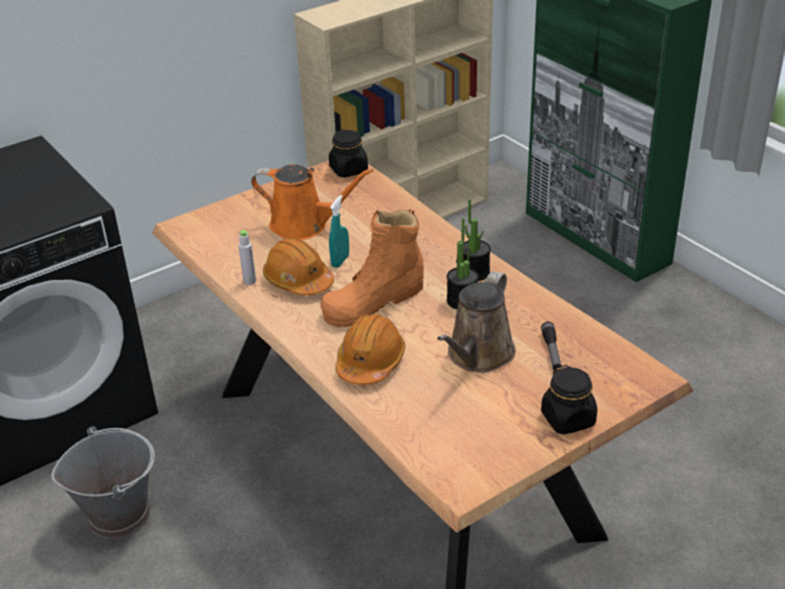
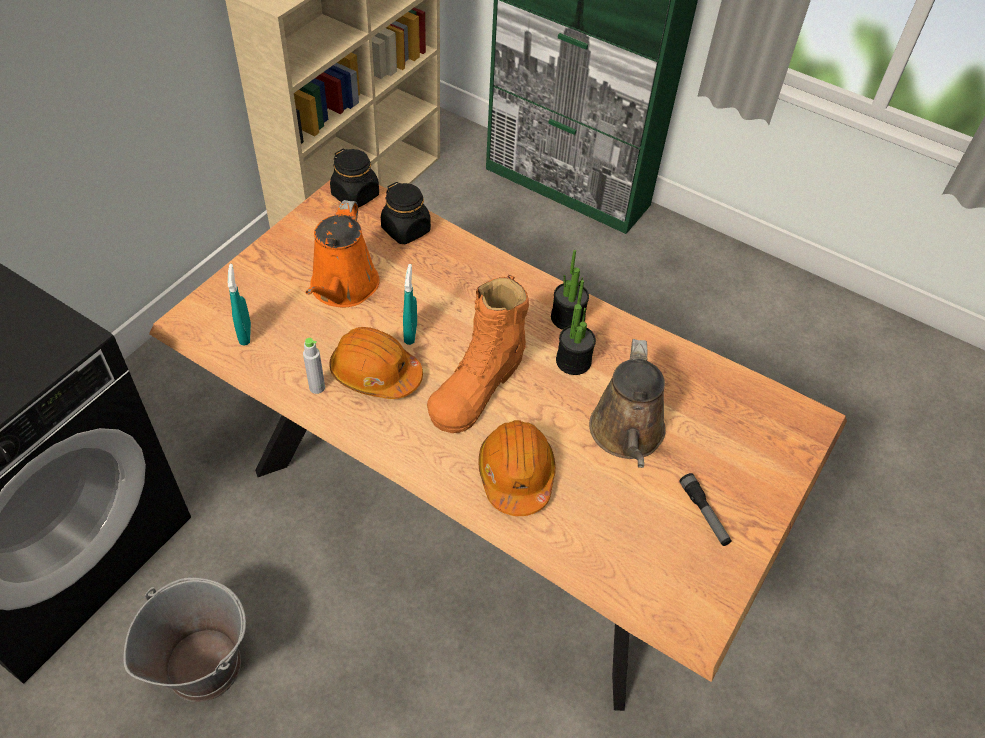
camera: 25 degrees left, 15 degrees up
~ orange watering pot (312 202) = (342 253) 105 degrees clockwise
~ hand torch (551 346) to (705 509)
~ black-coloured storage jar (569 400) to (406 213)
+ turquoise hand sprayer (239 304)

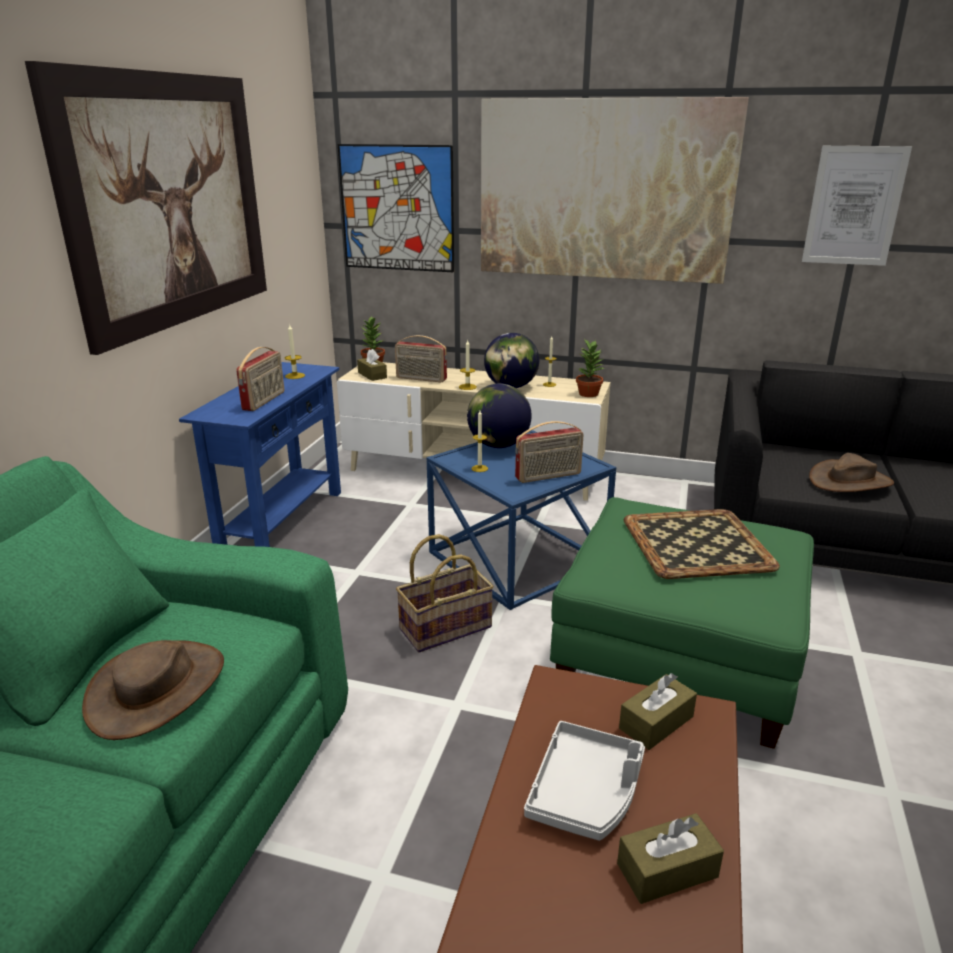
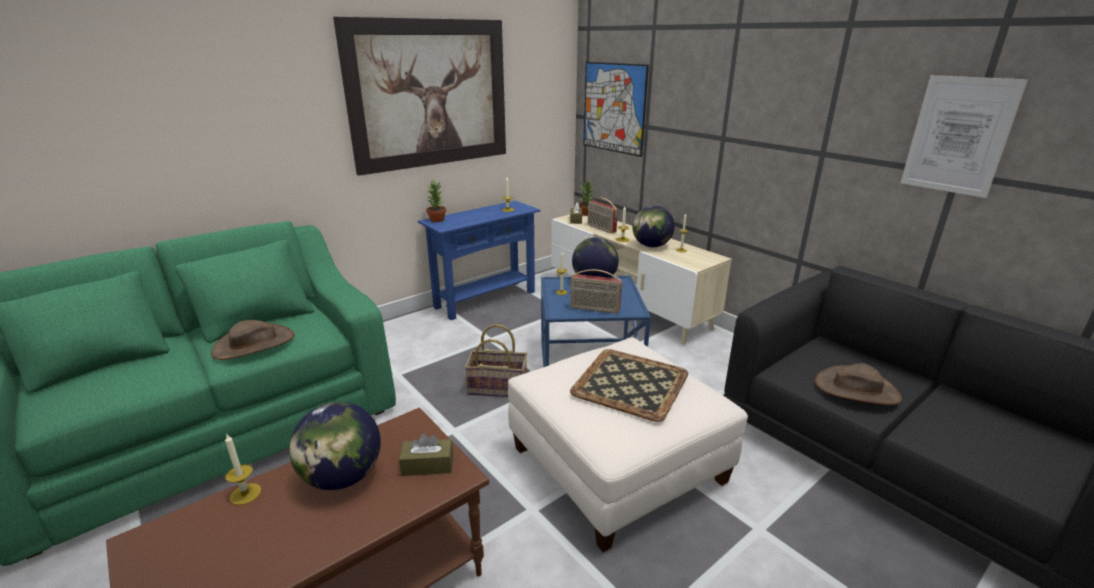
camera: 35 degrees right, 0 degrees up
- radio receiver (260 379)
- wall picture (615 190)
~ greyish serving tray (584 781) to world globe (335 446)
~ green-coloured pouffe (682 623) to whitish pouffe (628 444)
~ plant in a pot (590 368) to (436 201)
- brownish tissue box (670 858)
+ wax candle (243 469)

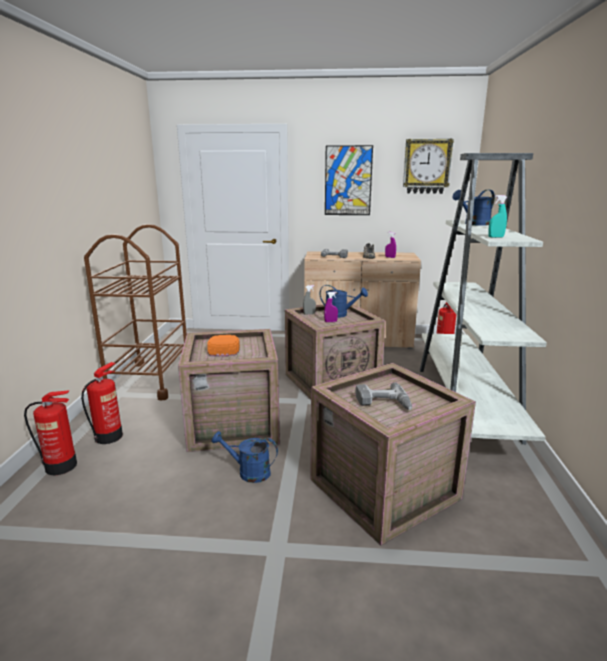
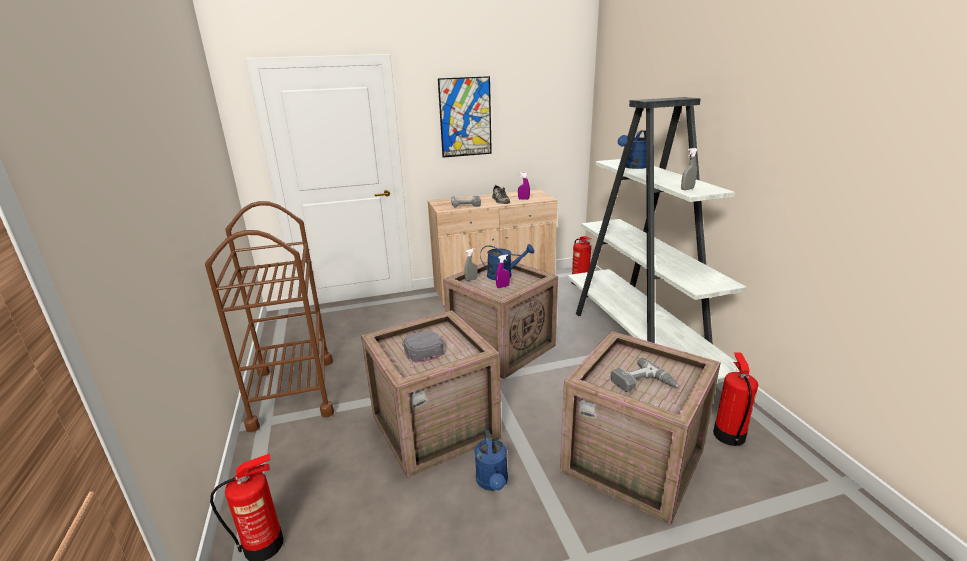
camera: 20 degrees left, 5 degrees up
~ fire-fighting cylinder (102 403) to (735 399)
~ orange peaked cap (223 346) to greyish peaked cap (423 346)
~ blue-coloured watering pot (244 457) = (491 460) 90 degrees counterclockwise
- hanging clock (428 166)
~ turquoise hand sprayer (497 216) to greyish hand sprayer (689 169)

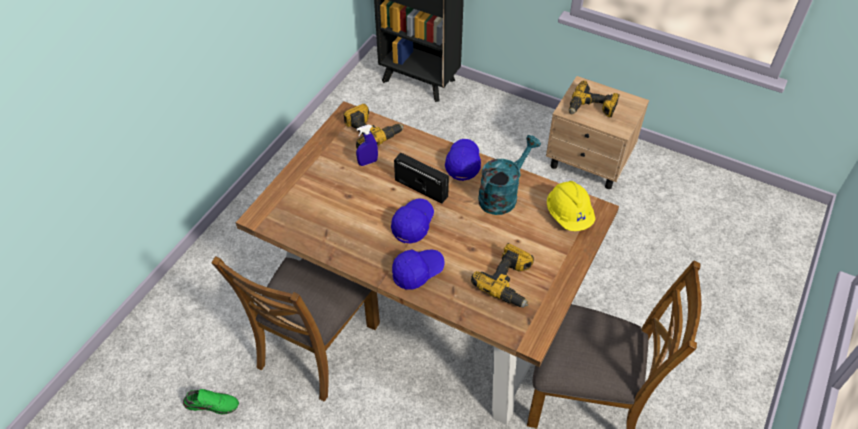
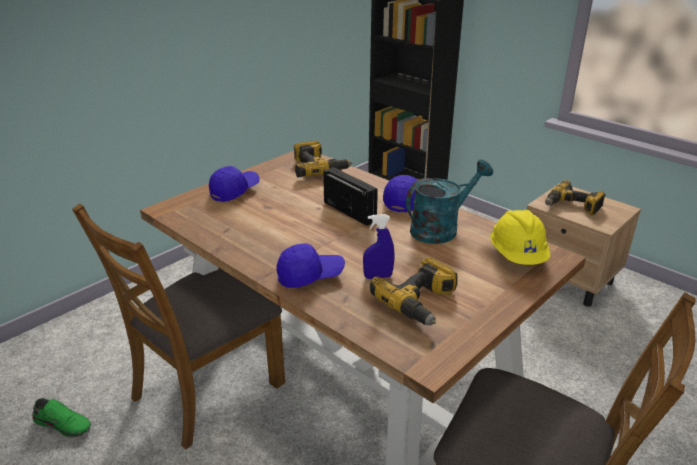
camera: 15 degrees right, 20 degrees down
~ blue-coloured hand sprayer (367 145) to (379 246)
~ blue-coloured peaked cap (412 221) to (234 184)

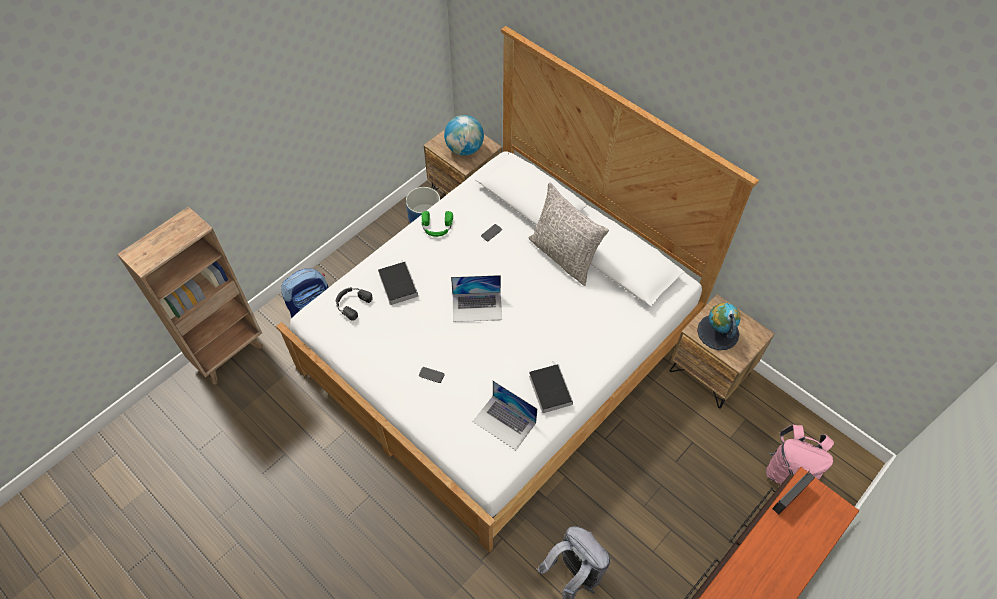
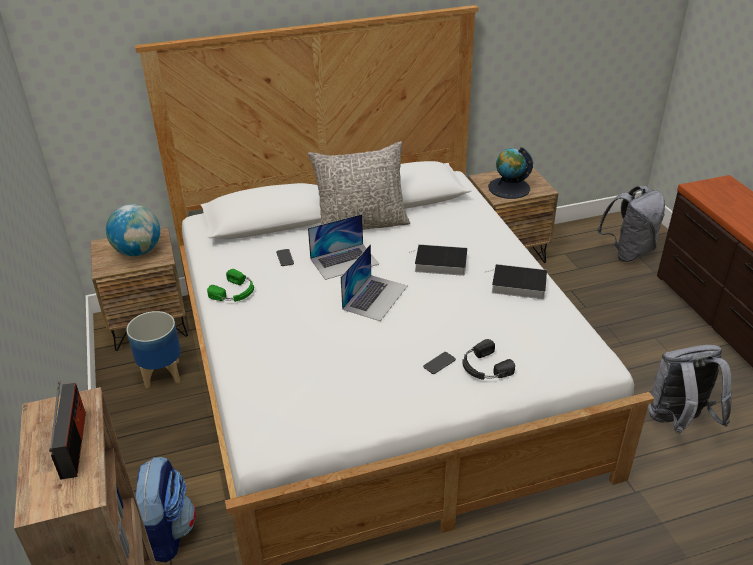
camera: 60 degrees left, 20 degrees down
~ black-coloured headset (354 304) to (488 359)
~ volume (398 283) to (438 260)
~ laptop (505 415) to (343 247)
~ pink-coloured backpack (800 454) to greyish backpack (631 224)
~ radio receiver (793 493) to (67 430)

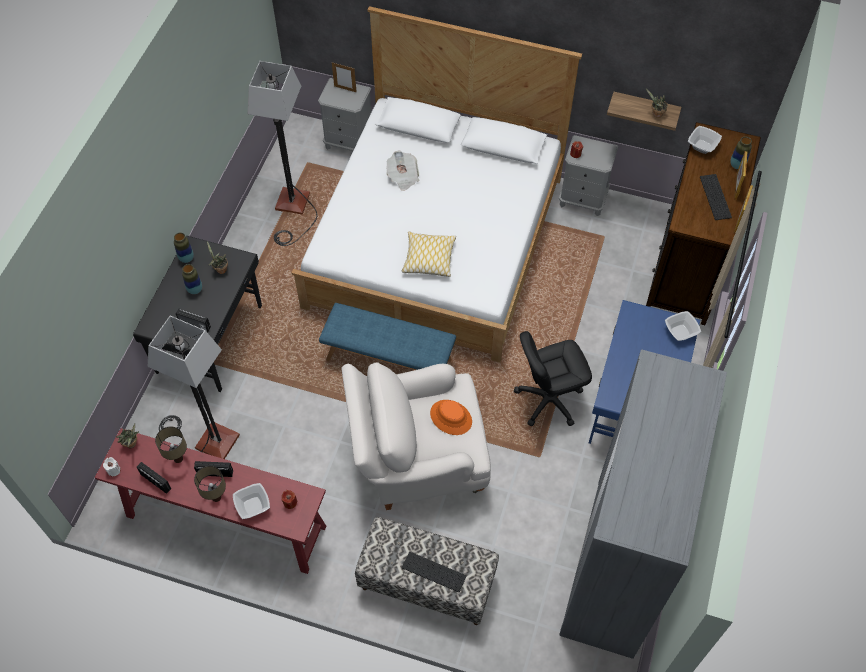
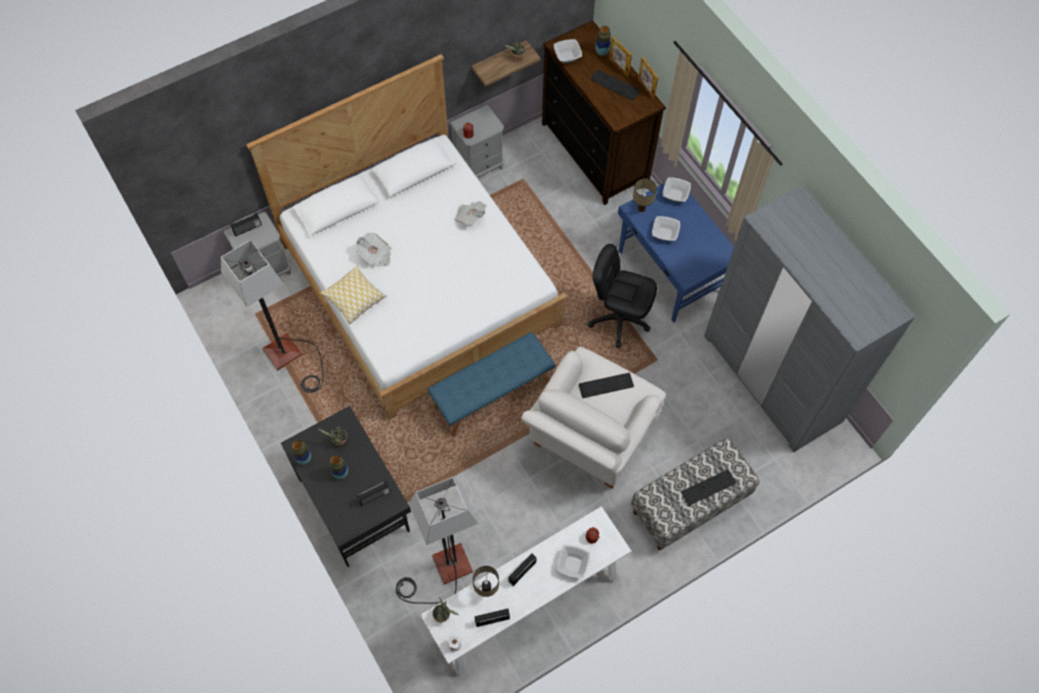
camera: 50 degrees left, 5 degrees up
~ reddish console table (210 501) to whitish console table (525 591)
~ tabletop lamp (210 484) to (645 195)
~ photo frame (344 77) to radio receiver (246 224)
~ throw pillow (429 254) to (353 294)
~ orange clothing hat (451 417) to computer keyboard (606 385)
~ black-coloured office chair (553 378) = (622 296) 90 degrees clockwise
+ newspaper (470 213)
+ serving bowl (666 228)

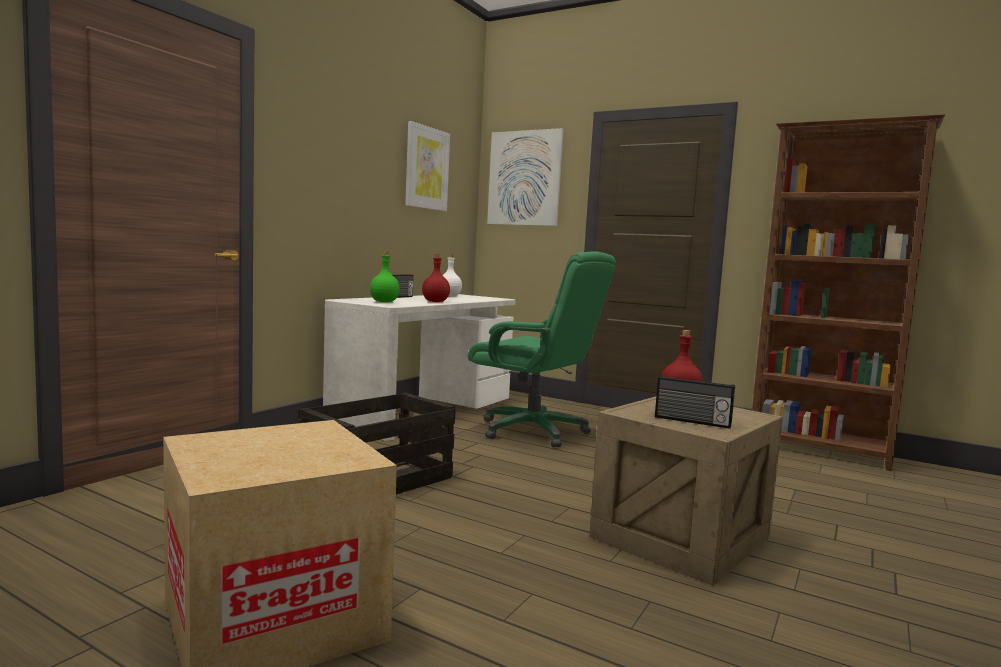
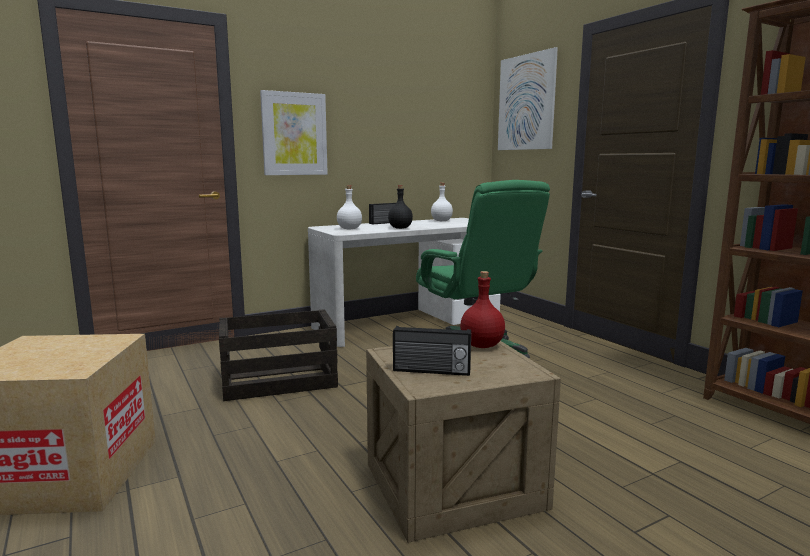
camera: 30 degrees right, 5 degrees up
~ green-coloured drink bottle (385 276) to whitish drink bottle (349 207)
~ wall picture (427 166) to (294 132)
~ reddish drink bottle (436 278) to black-coloured drink bottle (400 207)
~ radio receiver (695 402) = (432 351) 45 degrees counterclockwise

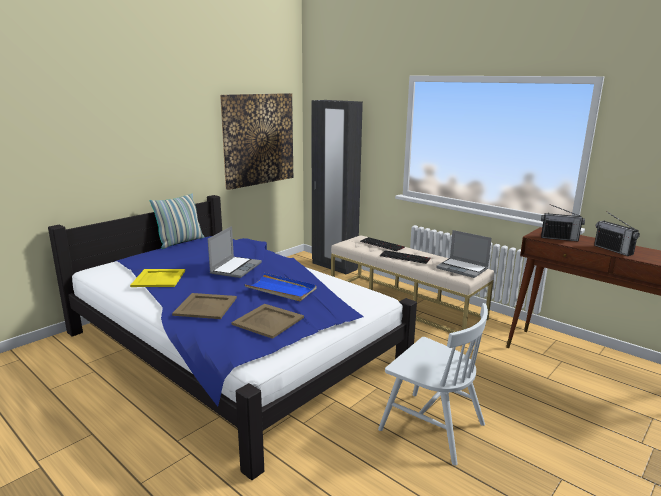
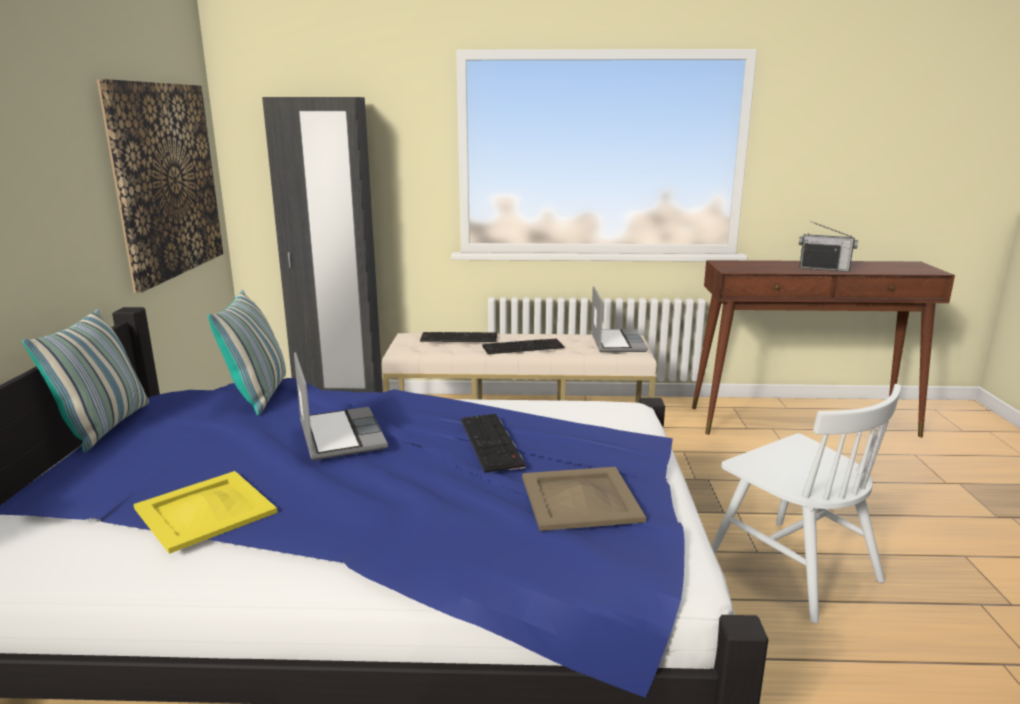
camera: 40 degrees left, 0 degrees up
- beige serving tray (204 306)
~ blue-coloured serving tray (280 287) to computer keyboard (493 443)
~ whitish plain chair (433 384) = (806 503) 60 degrees clockwise
~ laptop (464 254) = (619 319) 90 degrees counterclockwise
- radio receiver (563 223)
+ throw pillow (247 353)

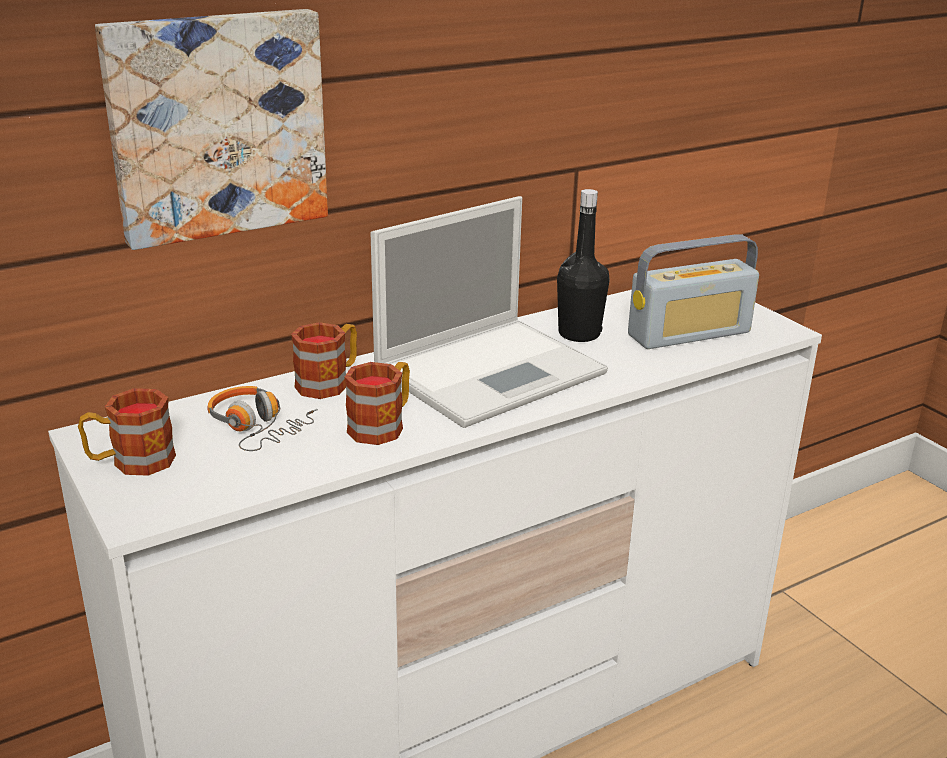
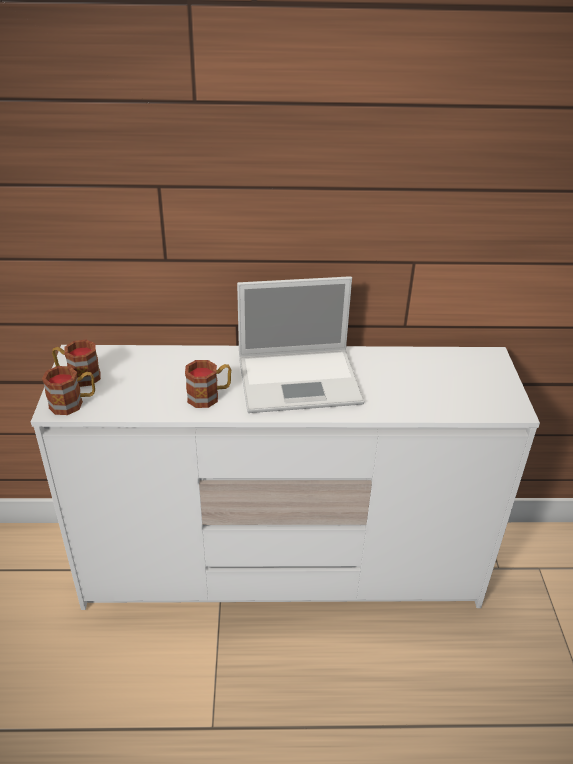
camera: 30 degrees right, 10 degrees up
- wall picture (211 129)
- headset (262 418)
~ mug (324 360) to (68 390)
- black-coloured drink bottle (583 265)
- radio receiver (693 291)

